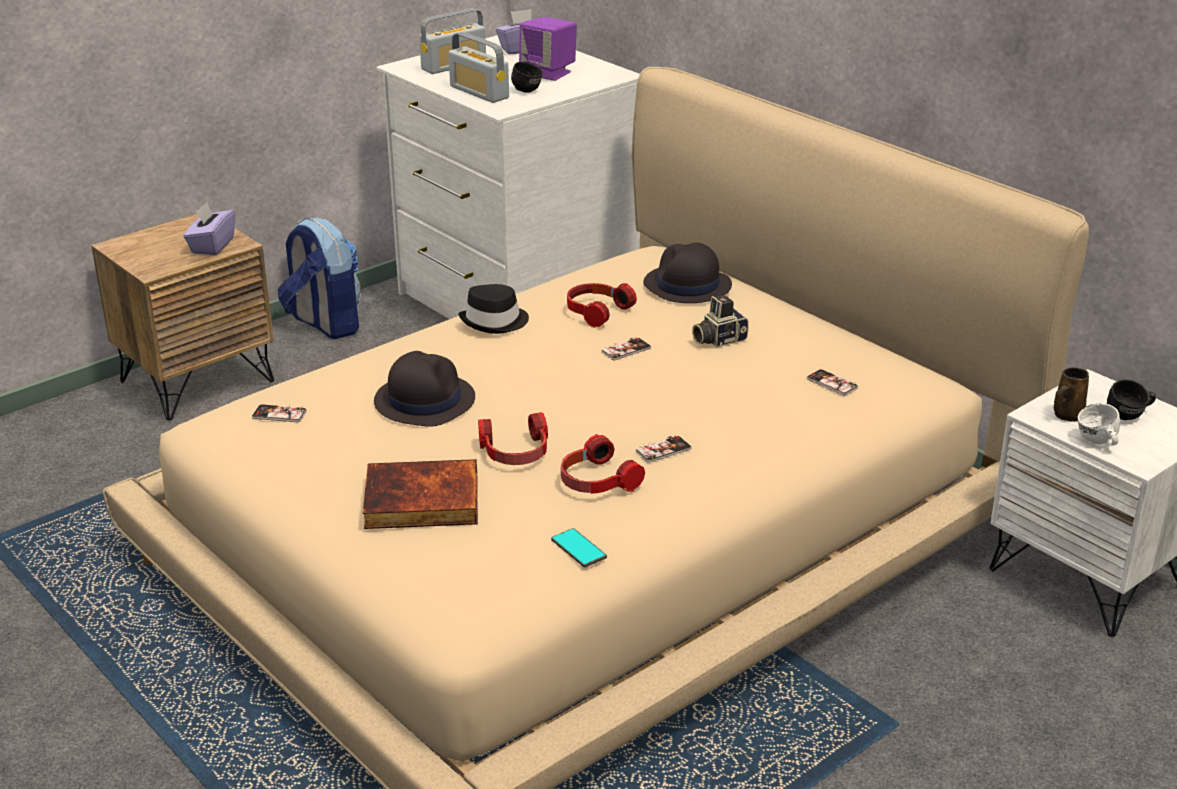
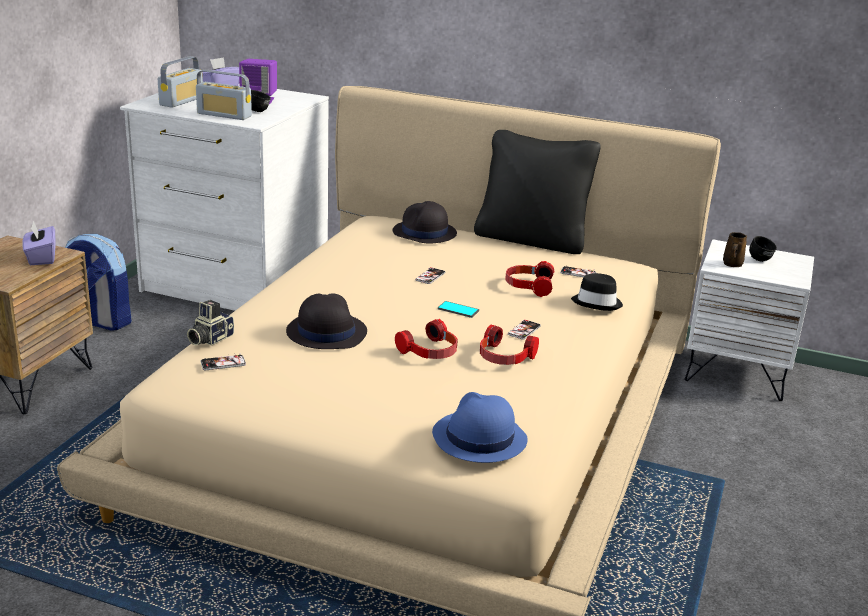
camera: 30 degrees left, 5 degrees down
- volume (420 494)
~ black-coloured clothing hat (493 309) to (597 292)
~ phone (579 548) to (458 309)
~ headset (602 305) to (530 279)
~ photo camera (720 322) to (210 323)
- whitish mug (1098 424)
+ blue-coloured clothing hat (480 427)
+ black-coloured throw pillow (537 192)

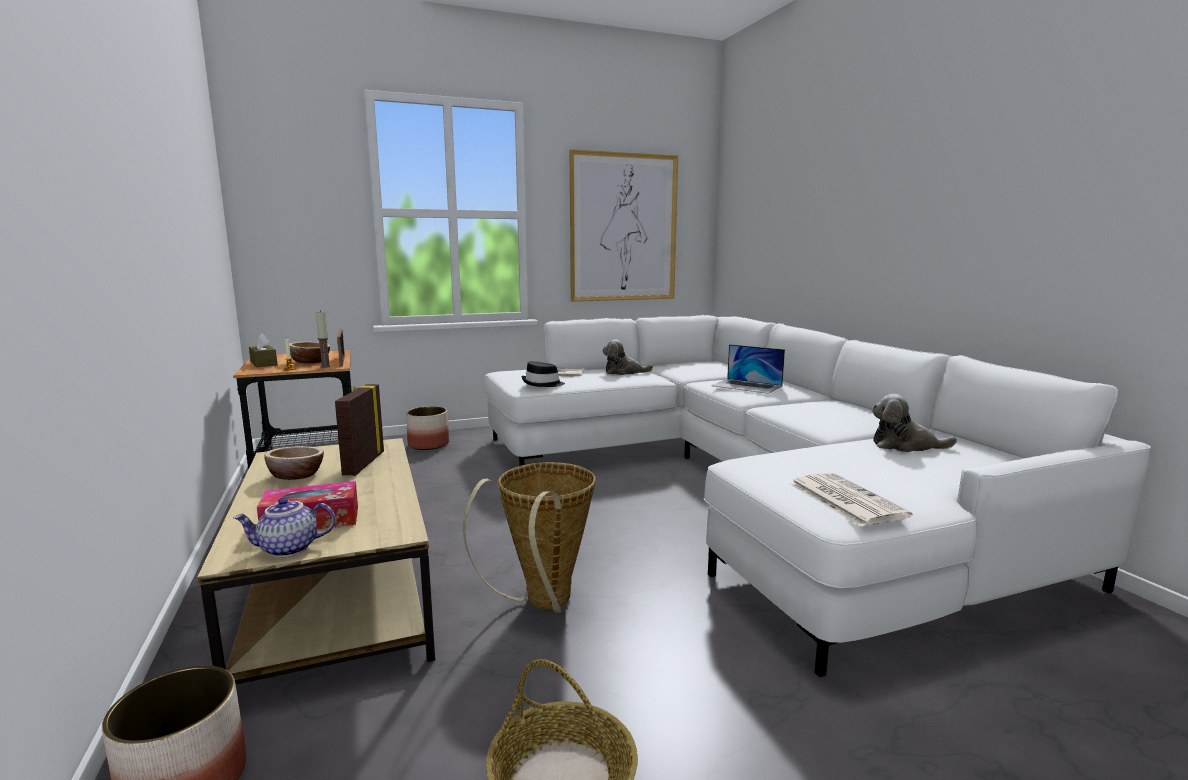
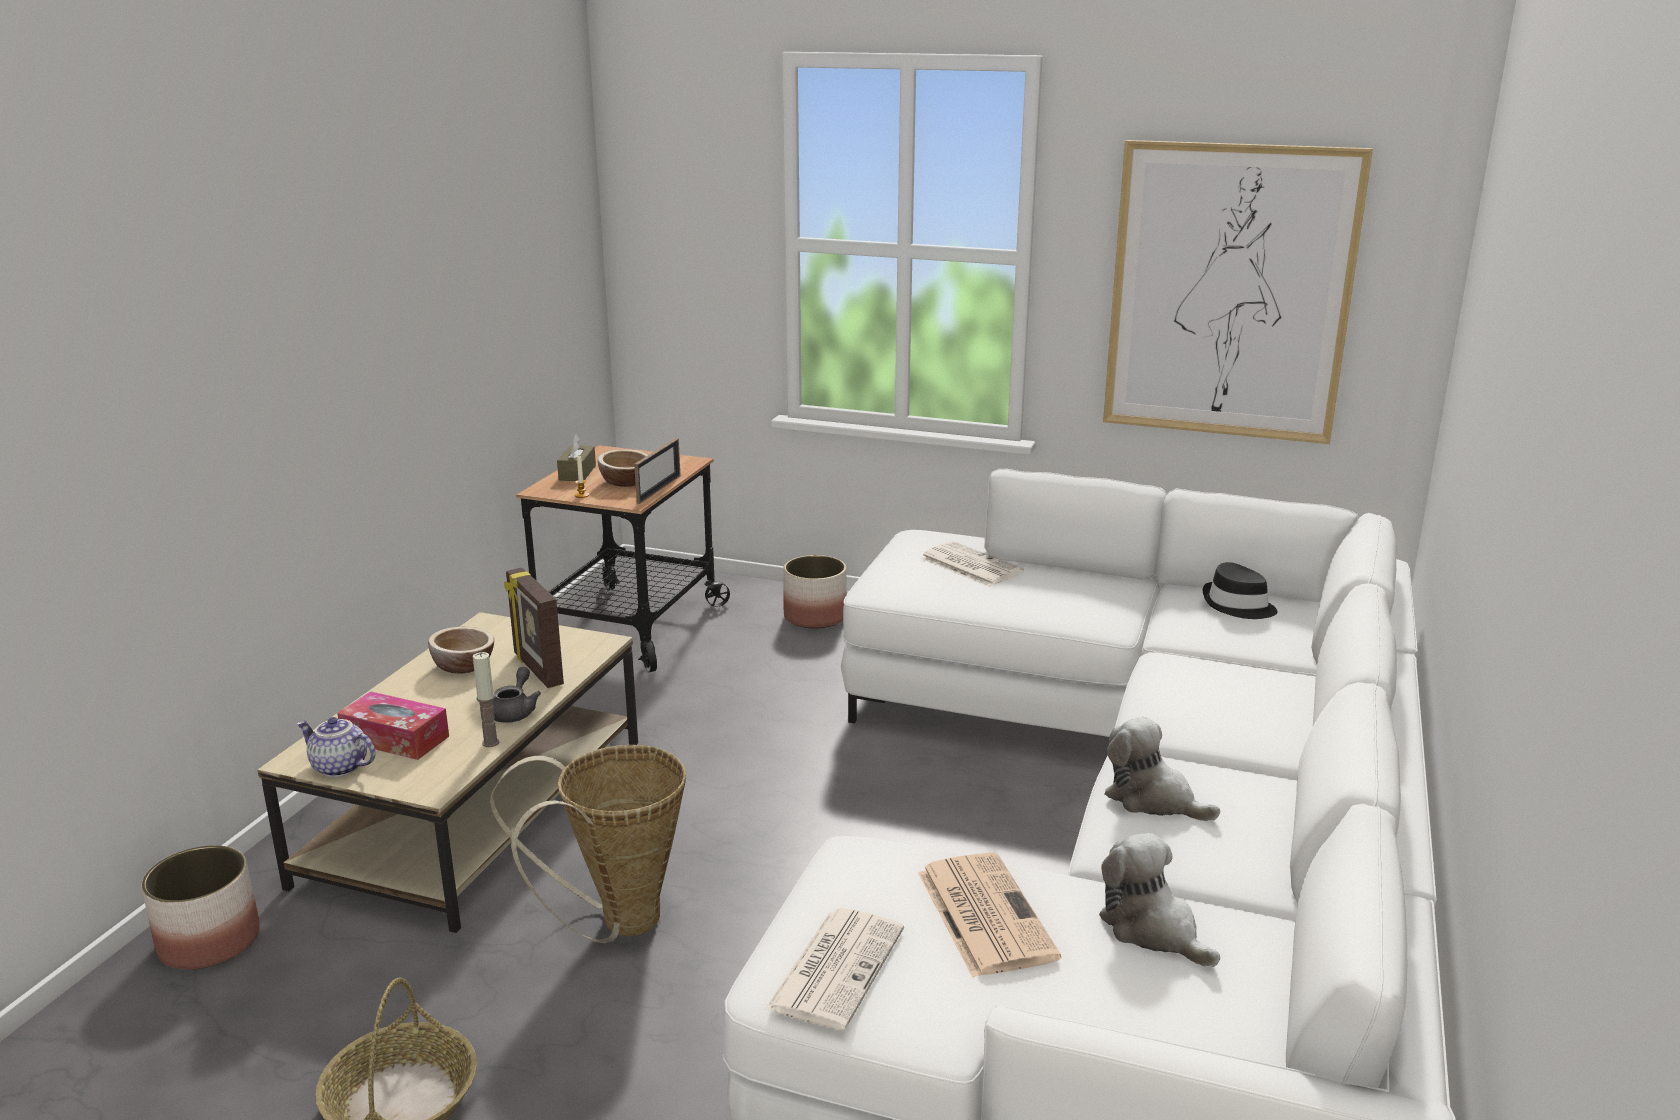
camera: 40 degrees right, 10 degrees up
~ wax candle (323 339) to (486 699)
~ photo frame (359 430) = (534 628) 75 degrees counterclockwise
~ black-coloured clothing hat (543 374) to (1239 590)
~ plush toy (628 357) to (1162 769)
- laptop (748 369)
+ greyish tea pot (517 695)
+ newspaper (989 914)

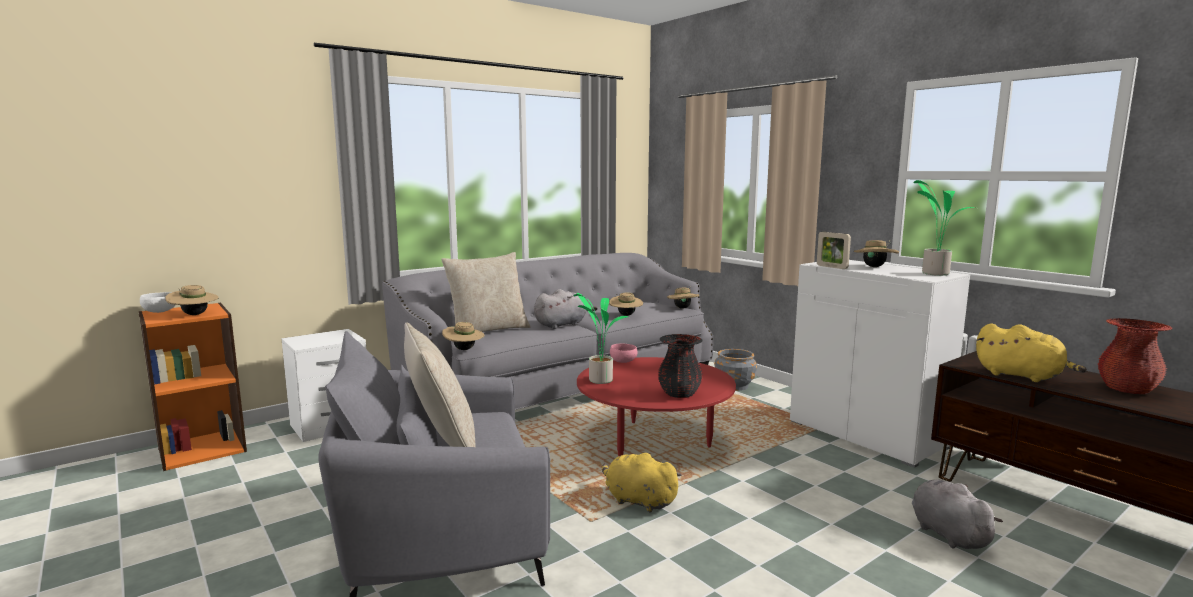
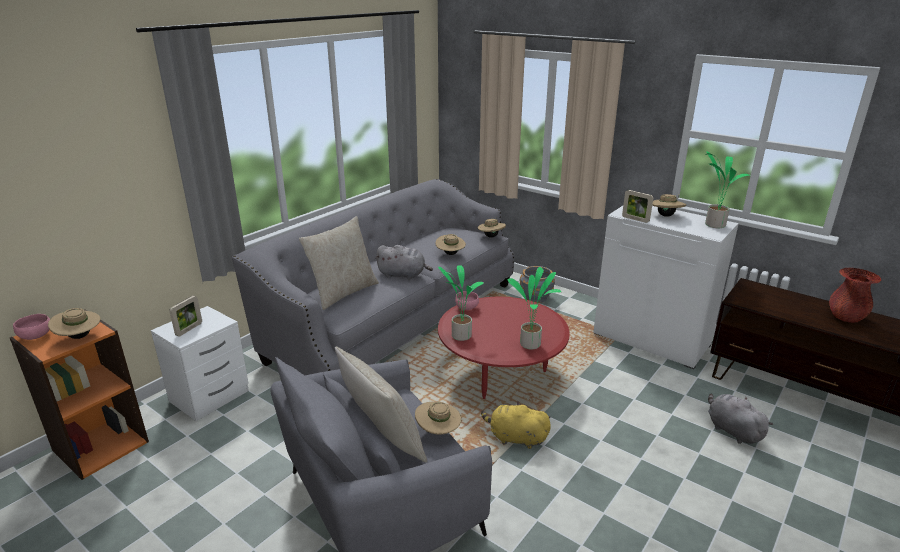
camera: 15 degrees left, 15 degrees up
~ whitish serving bowl (157 302) to pink-coloured serving bowl (31 327)
~ beige clothing hat (463 336) to (438 418)
~ greyish plush toy (566 309) = (404 262) 60 degrees clockwise
~ black-coloured vase (680 366) to plant in a pot (534 308)
- yellowish plush toy (1031 352)
+ photo frame (185 316)

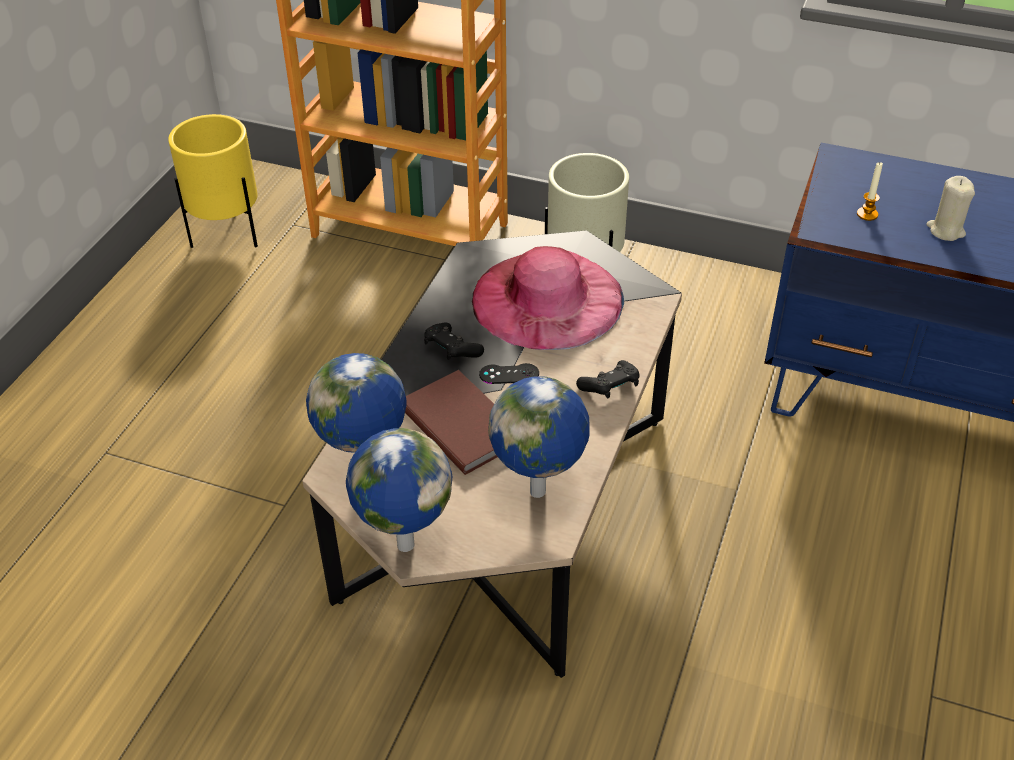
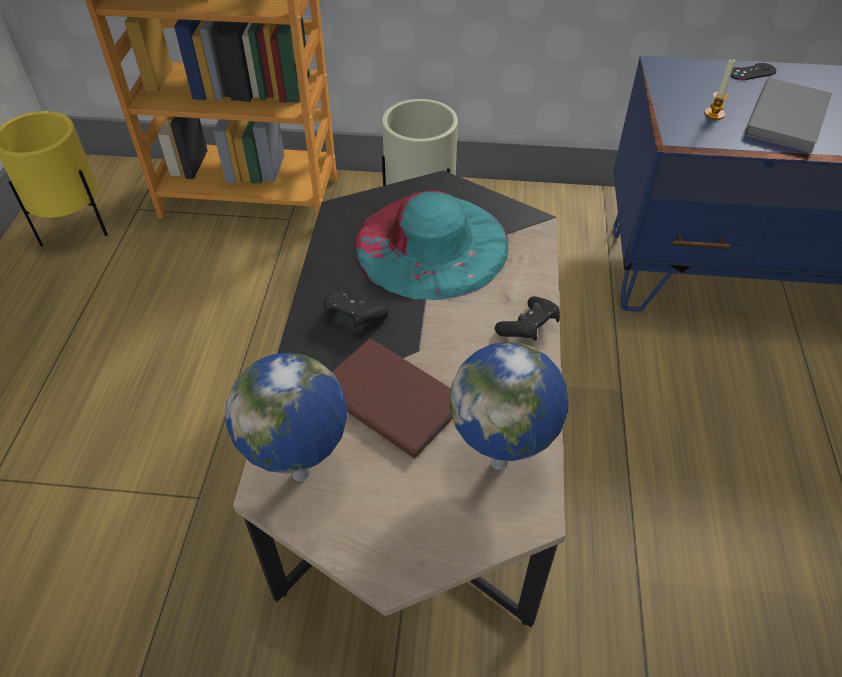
camera: 15 degrees left, 5 degrees up
- world globe (399 490)
~ pink-coloured clothing hat (548 298) to turquoise clothing hat (432 245)
~ black-coloured gamepad (509 373) to (753 71)
~ beige wax candle (950 208) to greyish volume (788 115)

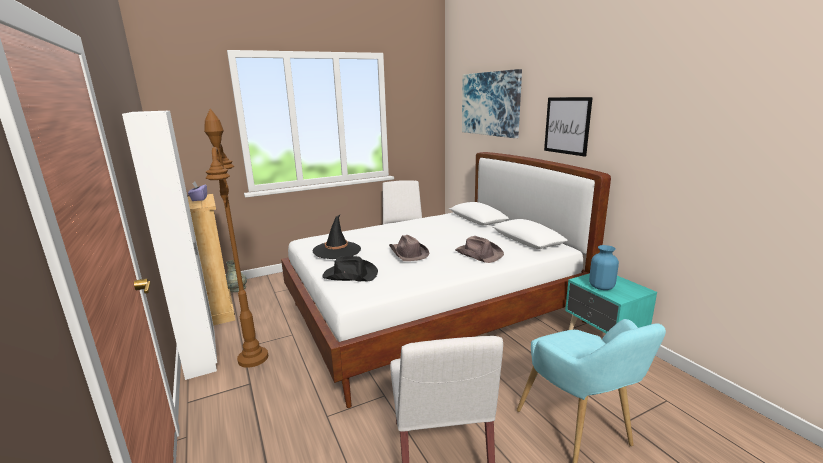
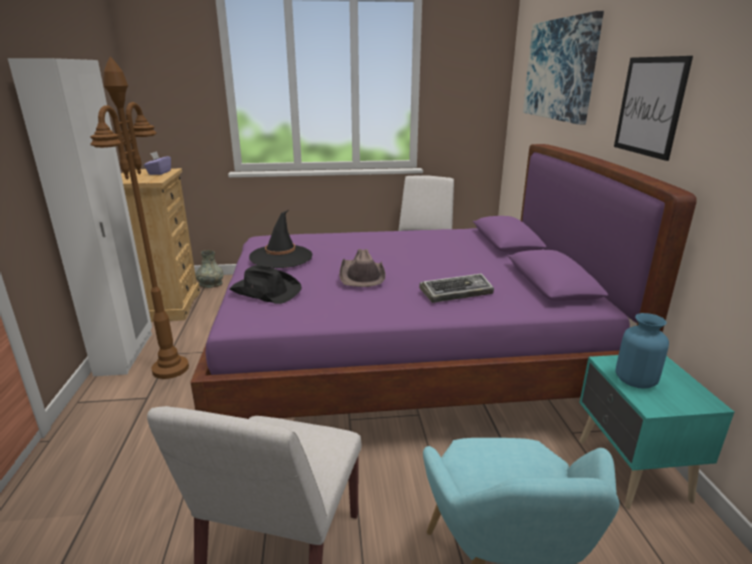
camera: 20 degrees right, 5 degrees up
~ whitish bedroom bed (446 280) to purple-coloured bedroom bed (443 281)
~ brownish clothing hat (479 249) to computer keyboard (456 288)

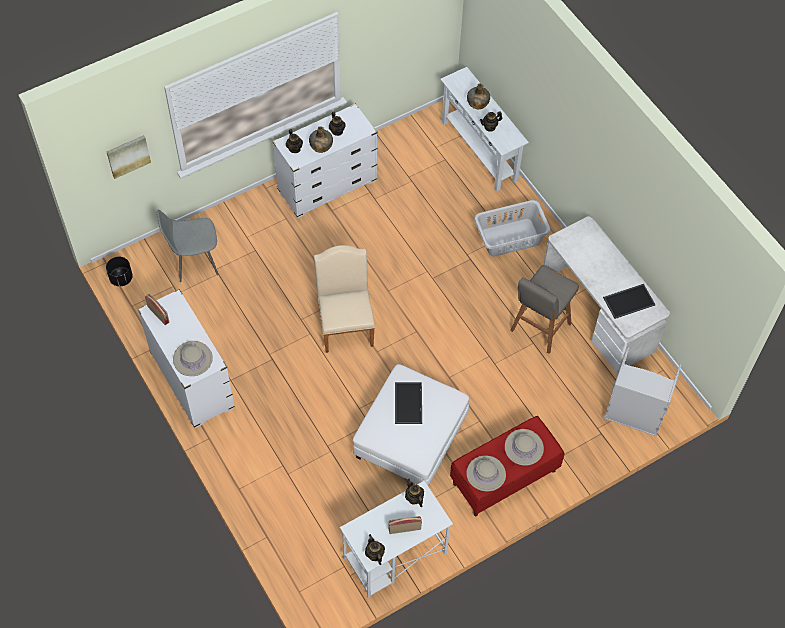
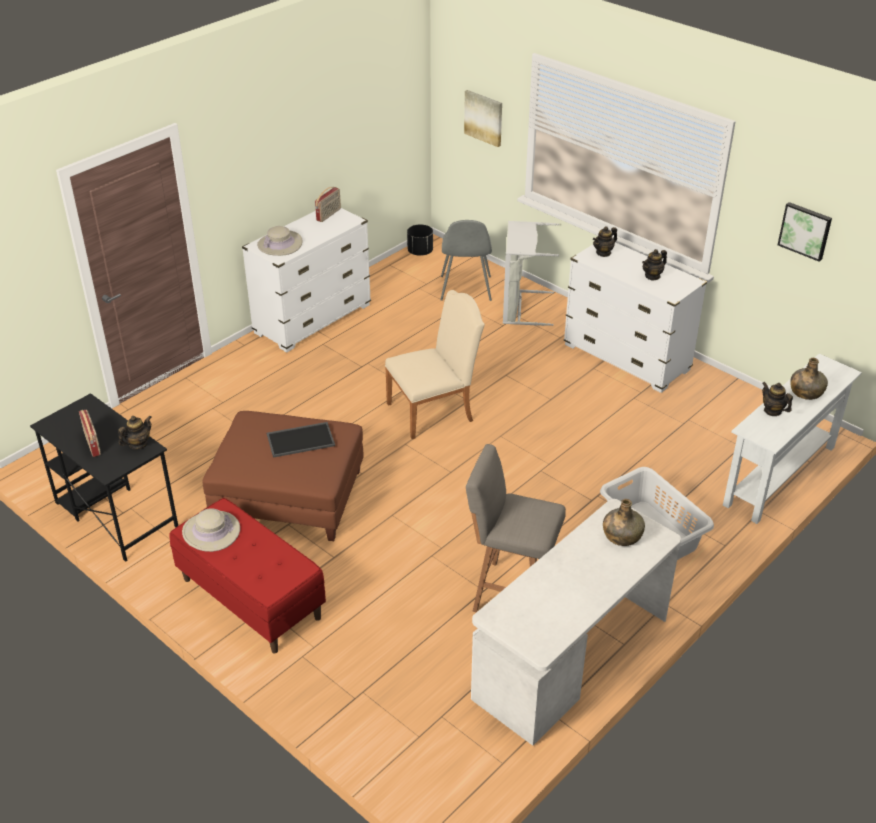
camera: 75 degrees right, 20 degrees down
~ greyish plain chair (188 246) = (466 260) 150 degrees counterclockwise
~ green-coloured drink bottle (321 139) to (624 522)
~ whitish desk (396 539) to black-coloured desk (104 477)
~ whitish pouffe (411 424) to brownish pouffe (283 476)
- tea pot (375 549)
- beige clothing hat (524 447)
- serving tray (629 301)
~ greyish washing basket (642 391) to (531 273)
+ wall picture (805 232)

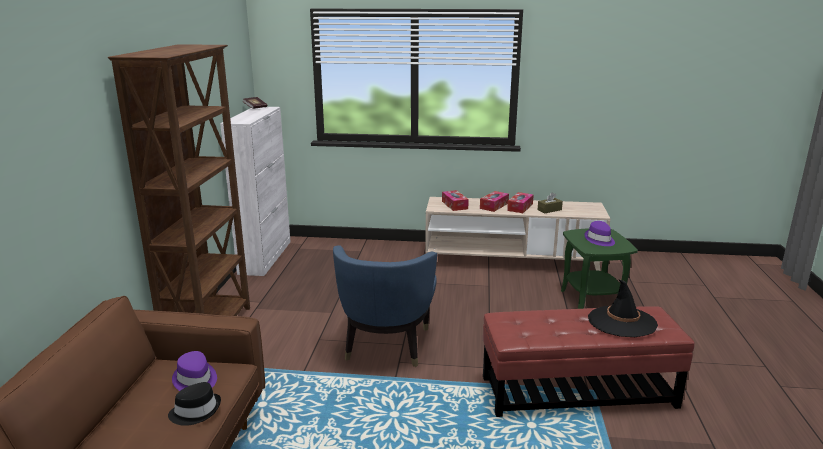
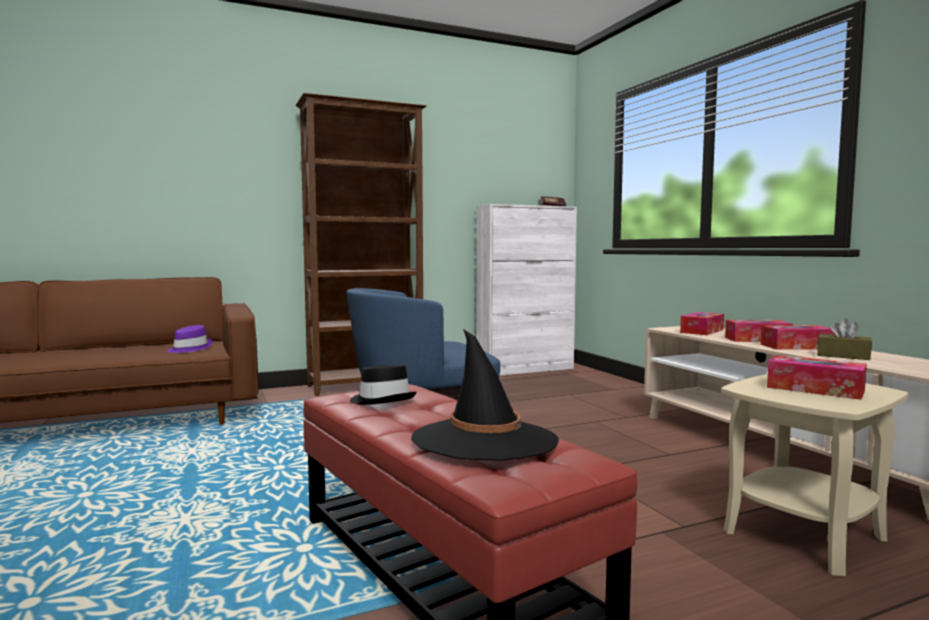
camera: 60 degrees right, 15 degrees down
~ black-coloured clothing hat (194 404) to (383 385)
~ green-coloured accent table (599 268) to beige accent table (814 475)
~ purple-coloured clothing hat (600 233) to tissue box (817 377)

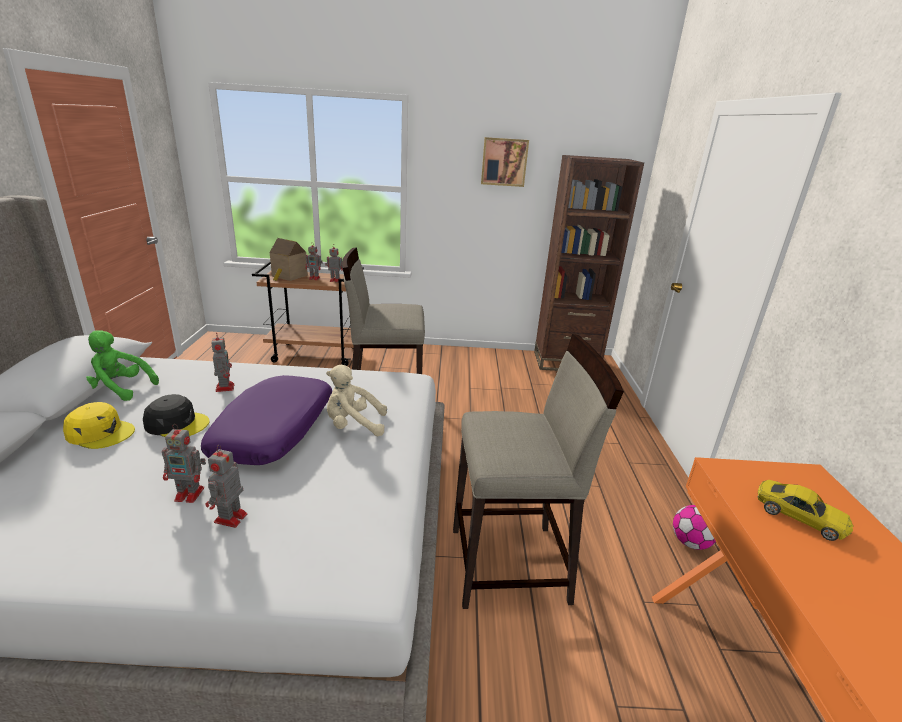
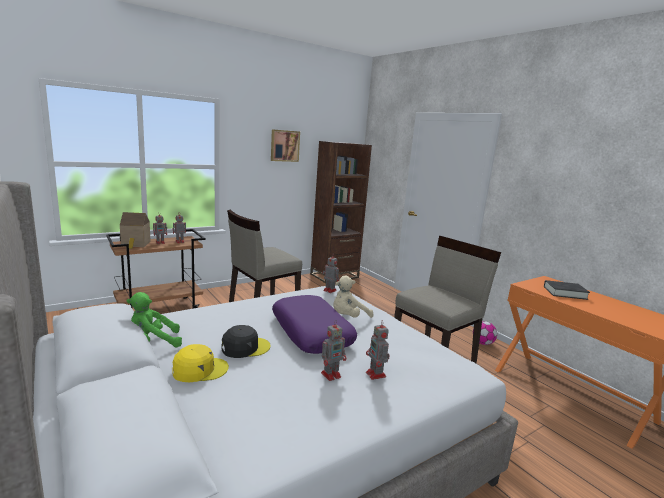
camera: 35 degrees left, 10 degrees down
~ toy robot (223 362) to (331 273)
~ yellowish model car (805 510) to black-coloured volume (567 290)

